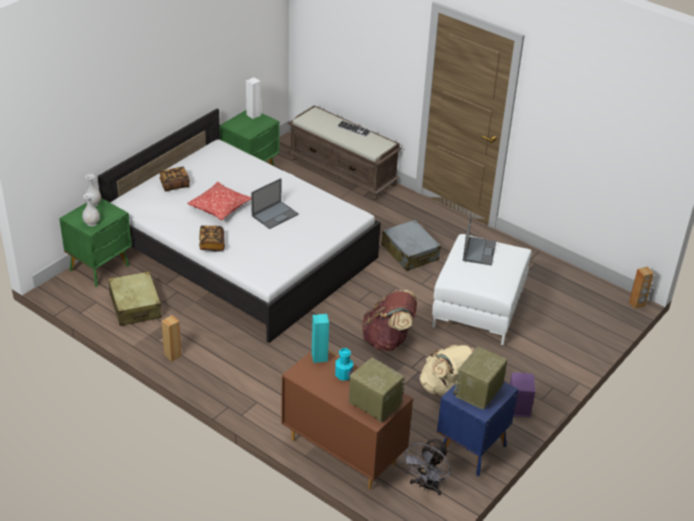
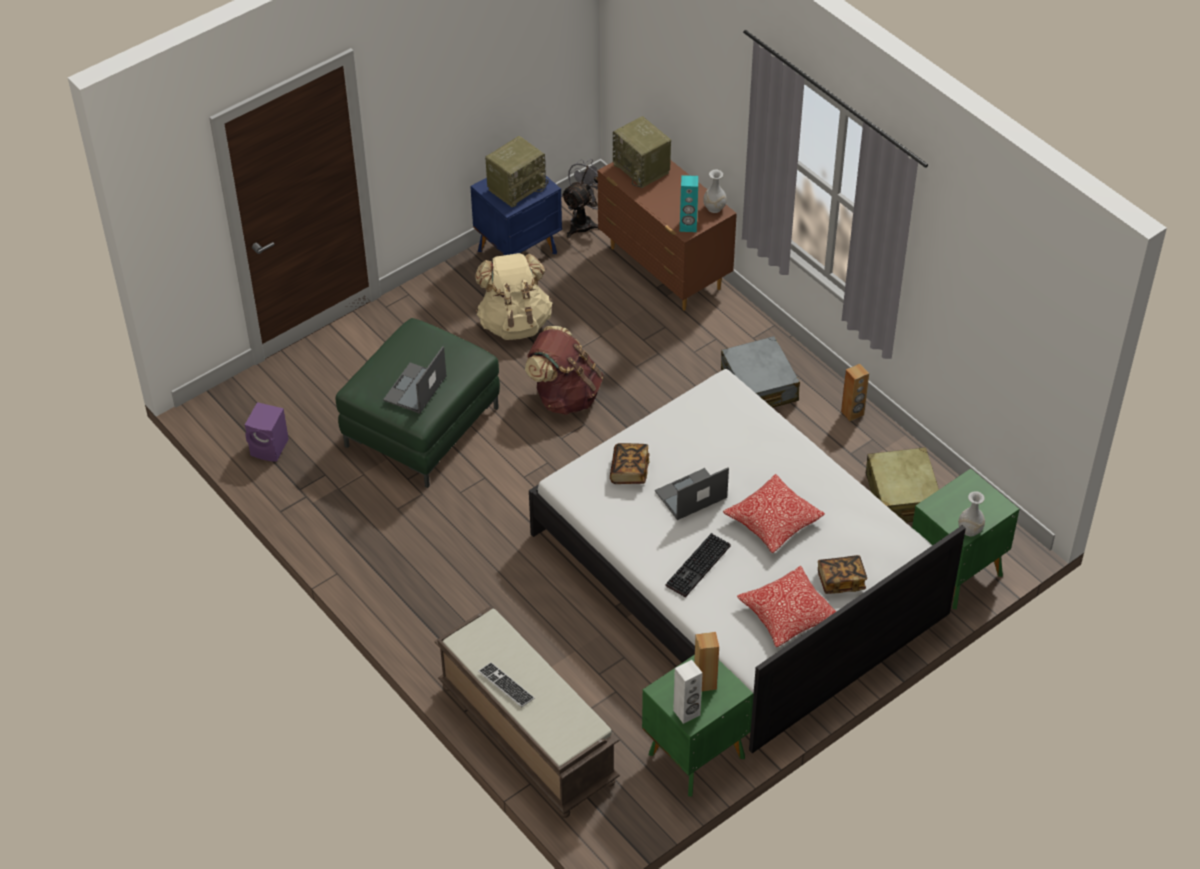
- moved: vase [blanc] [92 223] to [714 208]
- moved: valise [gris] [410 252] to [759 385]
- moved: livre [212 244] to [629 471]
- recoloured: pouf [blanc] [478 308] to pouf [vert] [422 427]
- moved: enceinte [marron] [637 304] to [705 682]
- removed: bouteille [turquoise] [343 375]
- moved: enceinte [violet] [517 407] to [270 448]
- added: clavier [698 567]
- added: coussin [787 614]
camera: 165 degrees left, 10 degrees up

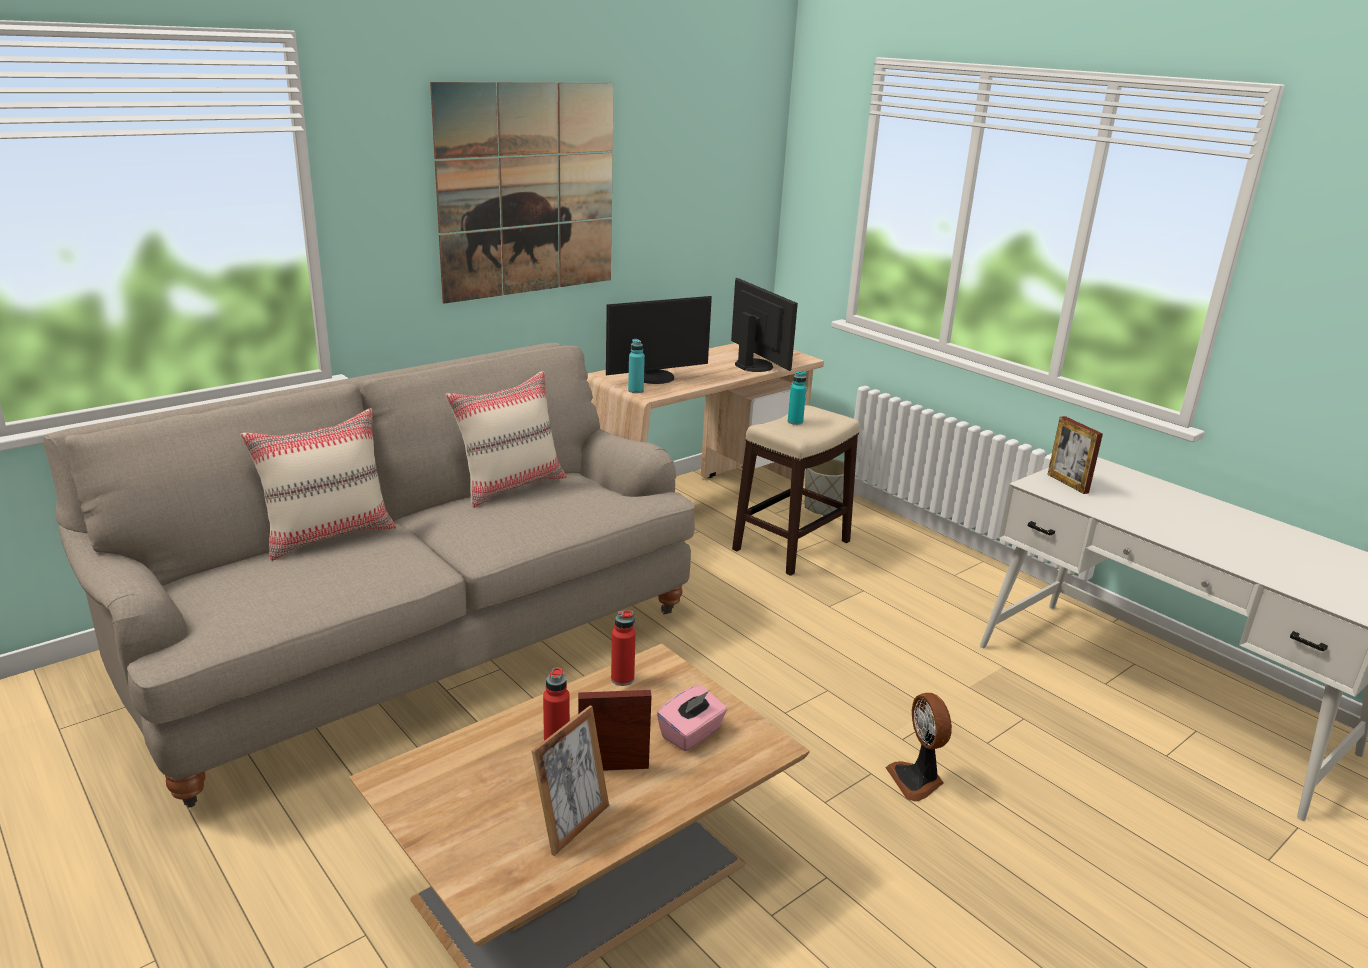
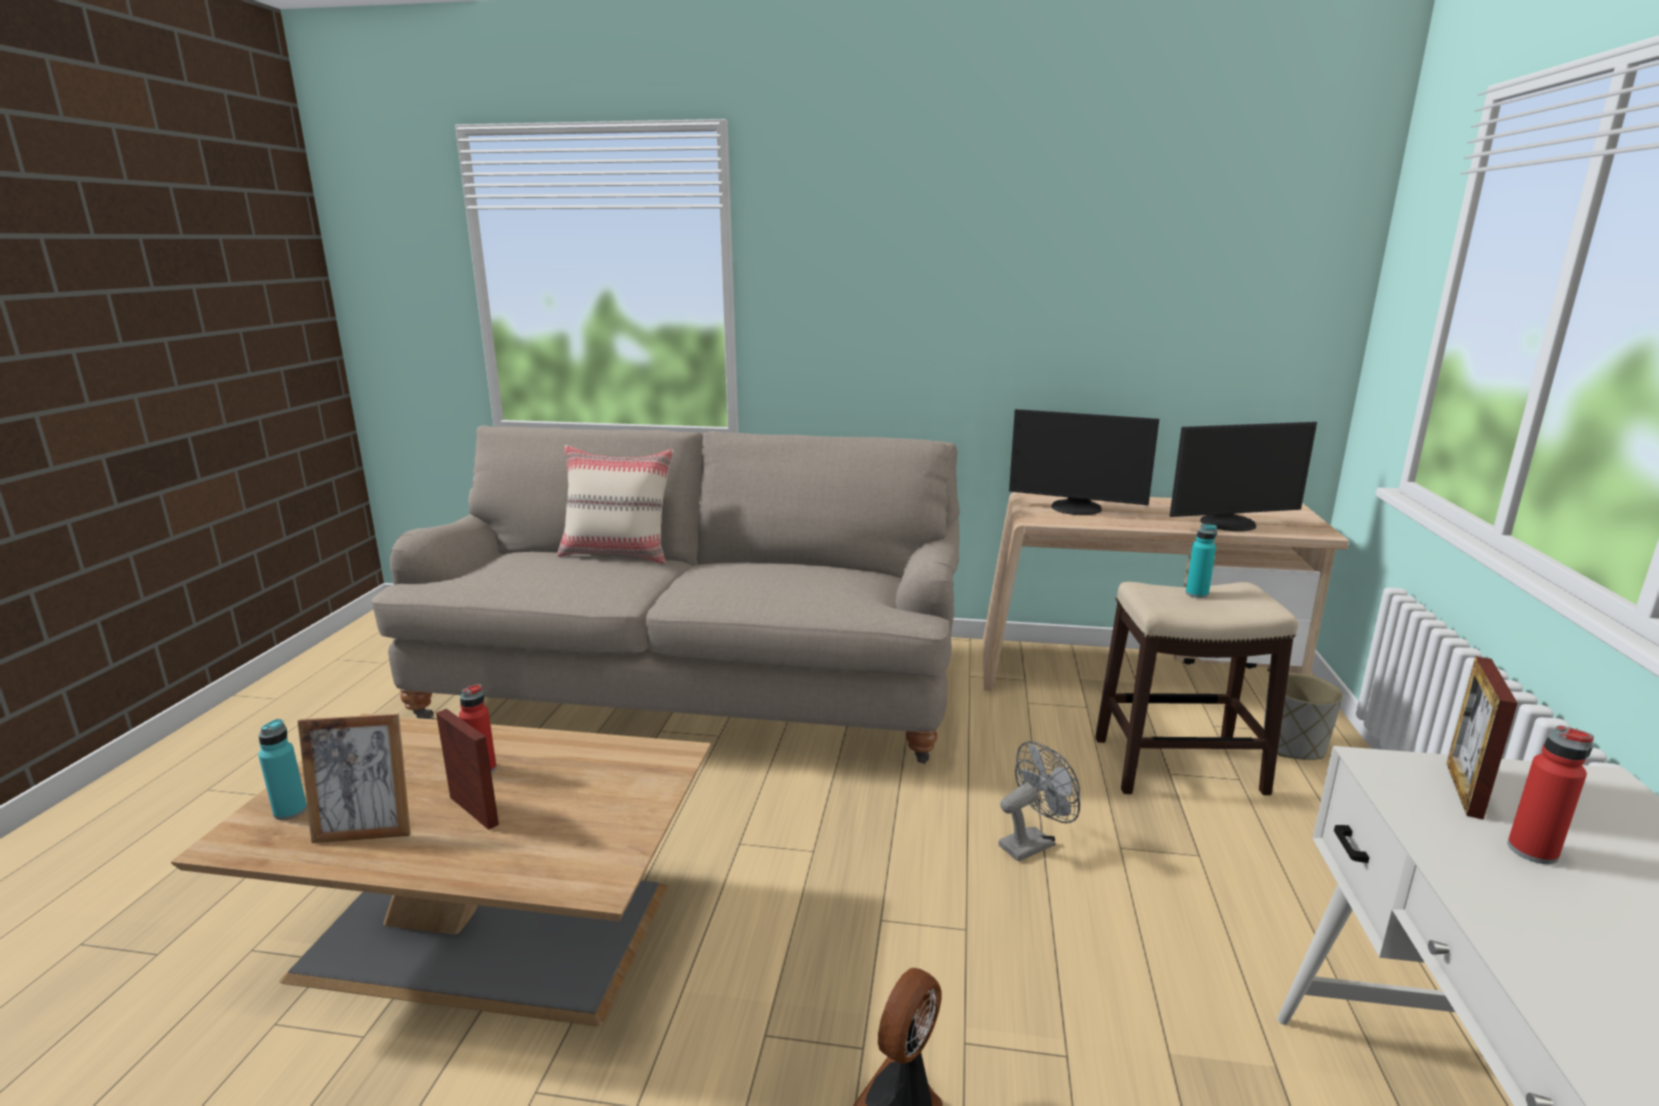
- removed: tableau [528 190]
- turned: écran d'ordinateur [755 365] = [1230 524] 60 degrees clockwise
- moved: bouteille [turquoise] [635 390] to [290 811]
- removed: coussin [beige] [511 486]
- moved: bouteille [rouge] [622 679] to [1532 851]
- removed: boîte à mouchoirs [rose] [691 734]
- added: ventilateur [gris] [1033 842]
camera: 50 degrees right, 5 degrees down

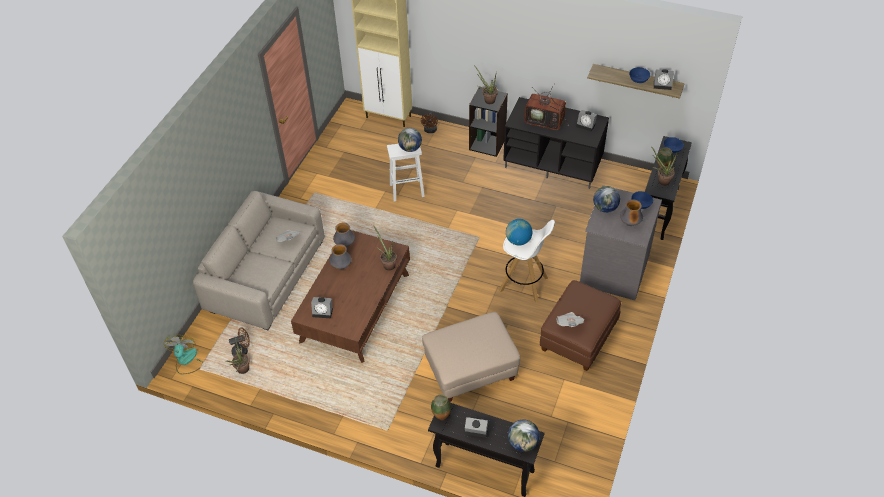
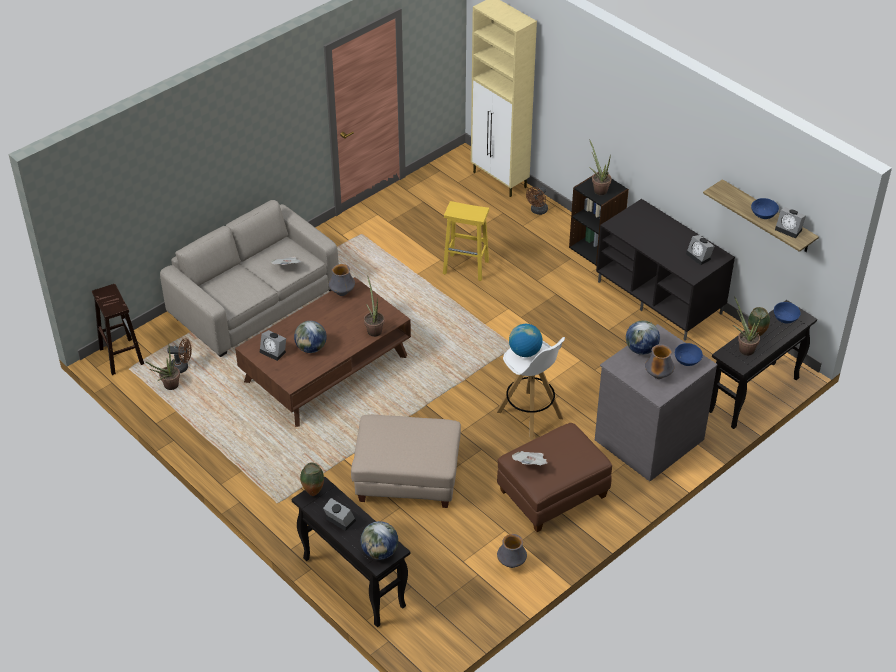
- removed: téléviseur [546 121]
- moved: globe [410 148] to [311 348]
- recoloured: tabouret [blanc] [407 190] to tabouret [jaune] [466 267]
- moved: vase [341 266] to [511 563]
- replaced: ventilateur [186 361] to tabouret [marron] [121 356]
camera: 25 degrees right, 5 degrees down

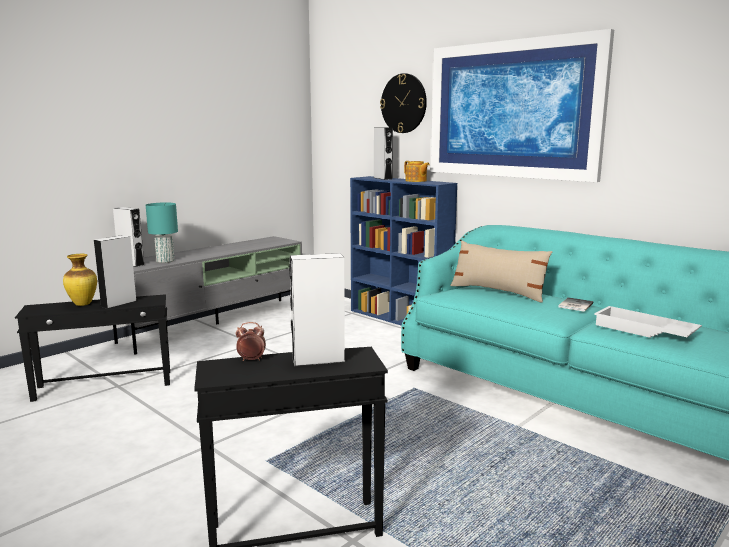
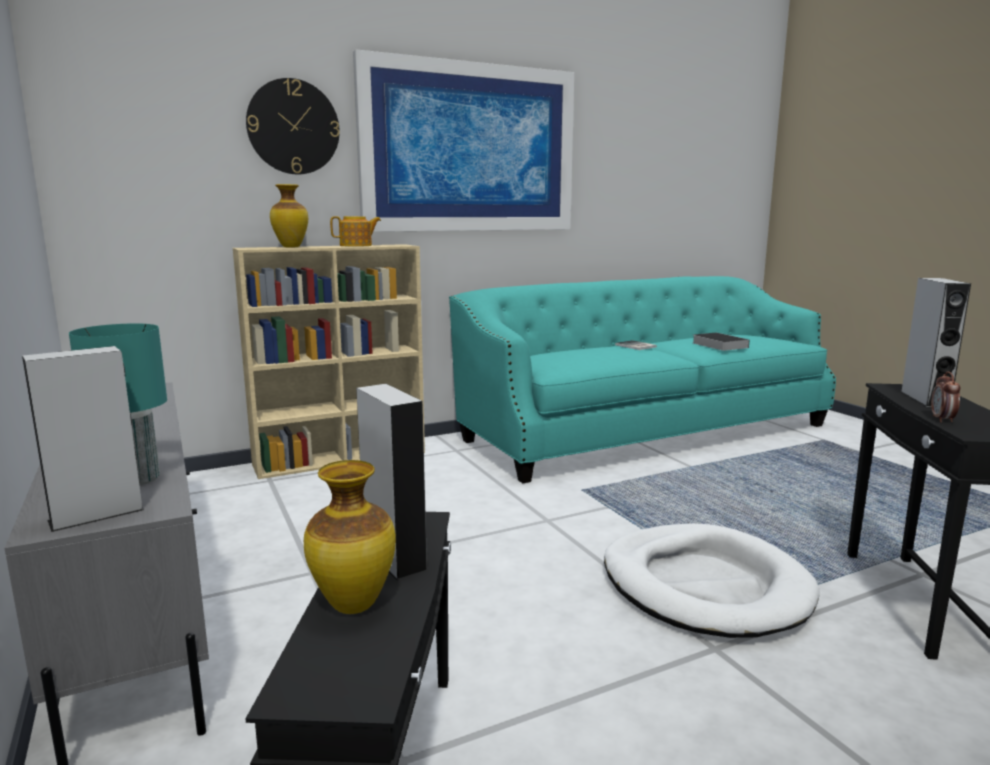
- replaced: enceinte [gris] [382 178] to vase [290 247]
- recoloured: bibliothèque [bleu] [400 319] to bibliothèque [beige] [342 458]
- removed: coussin [beige] [498 292]
- replaced: plateau [blanc] [643 331] to livre [718 345]
- added: panier pour chien [blanc] [704 586]
camera: 70 degrees left, 0 degrees up

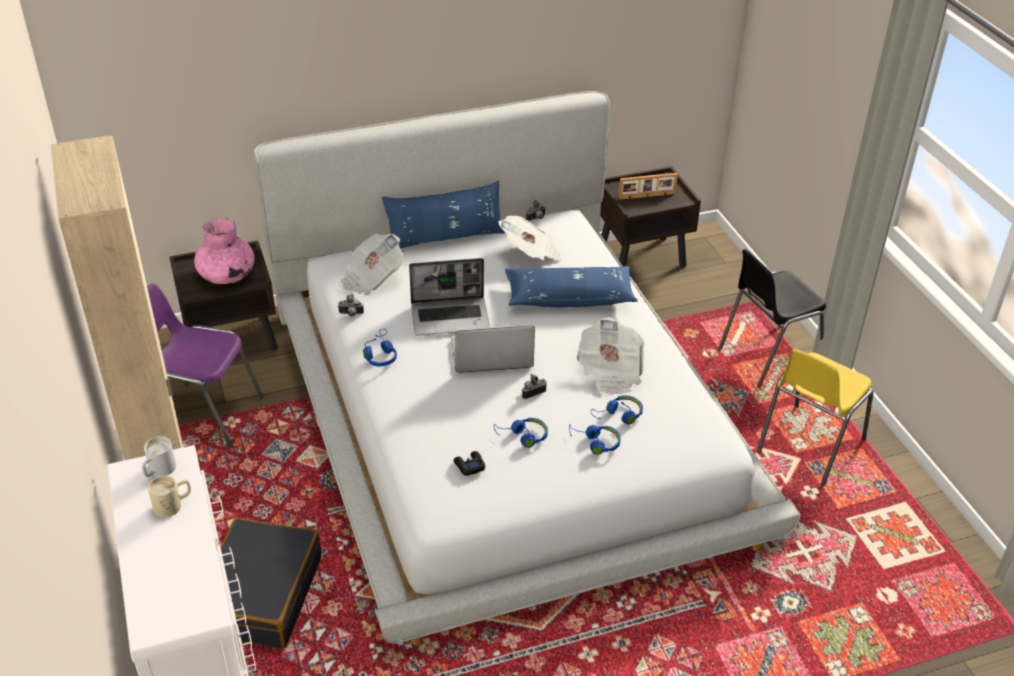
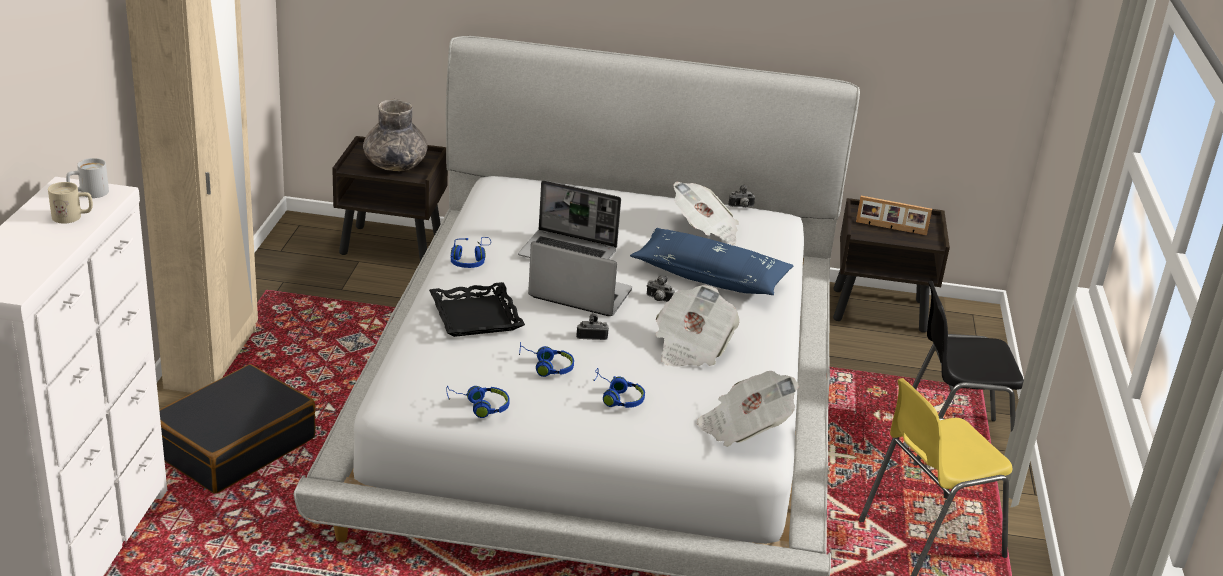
- removed: coussin [bleu] [445 238]
- recoloured: vase [rose] [226 275] to vase [gris] [394 165]
- moved: journal [371 278] to [744 428]
- removed: chaise [violet] [206 413]
- moved: appareil photo [351 314] to [658 300]
- moved: casque audio [bleu] [619 415] to [479 407]
- removed: manette [noir] [469 466]
- added: plateau [noir] [475 316]
camera: 25 degrees right, 10 degrees down

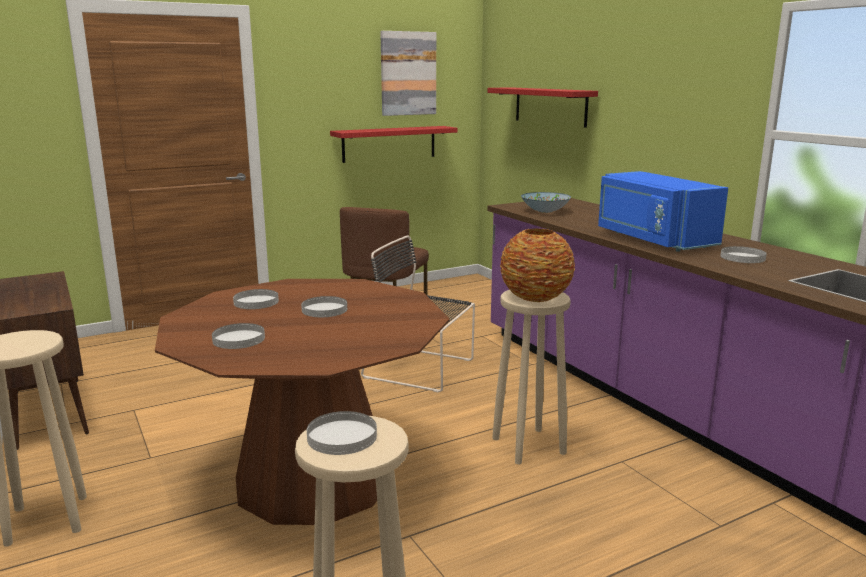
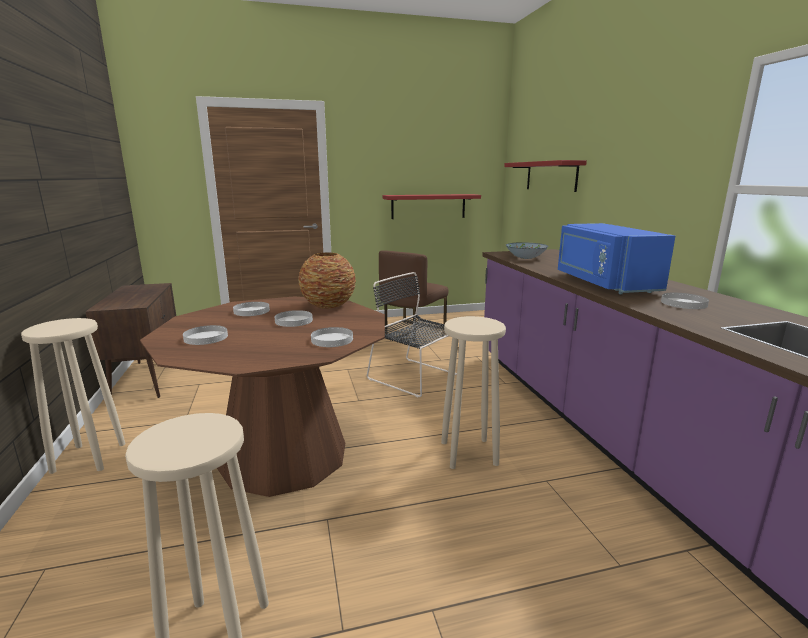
- removed: tableau [408 73]
- moved: vase [536 297] to [329 305]
- moved: assiette [blanc] [342 437] to [332 339]
camera: 15 degrees right, 0 degrees up

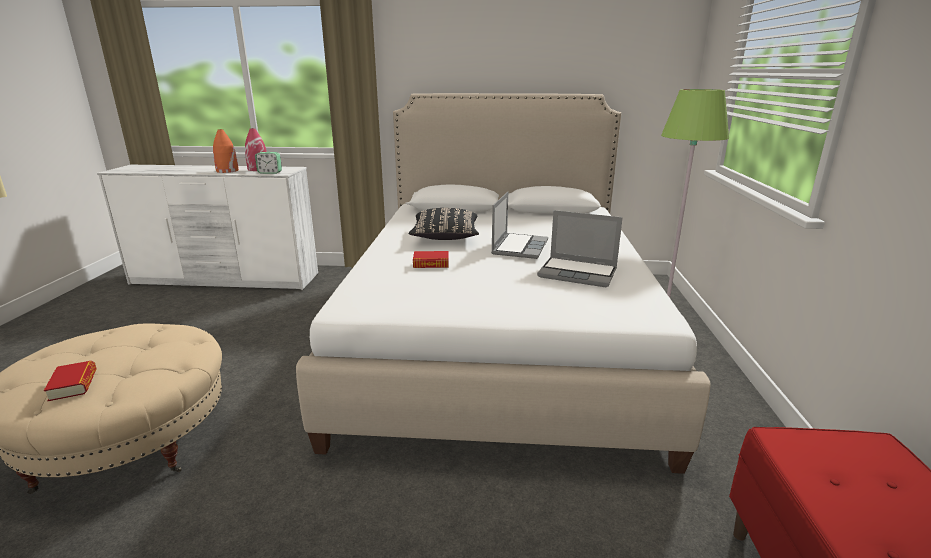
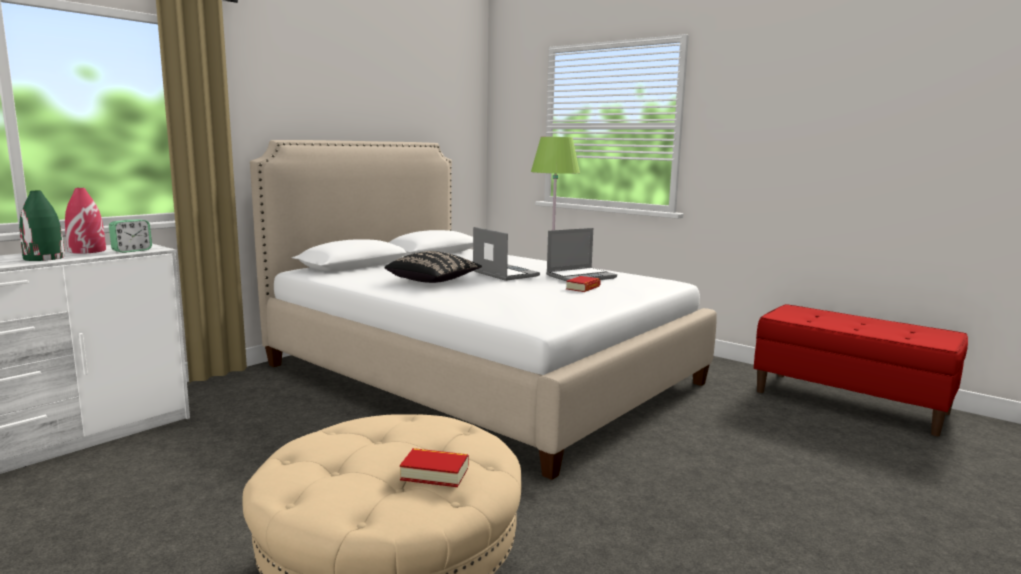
- recoloured: vase [orange] [227 171] to vase [vert] [44 258]
- moved: livre [431 264] to [583 288]
camera: 55 degrees left, 10 degrees down

